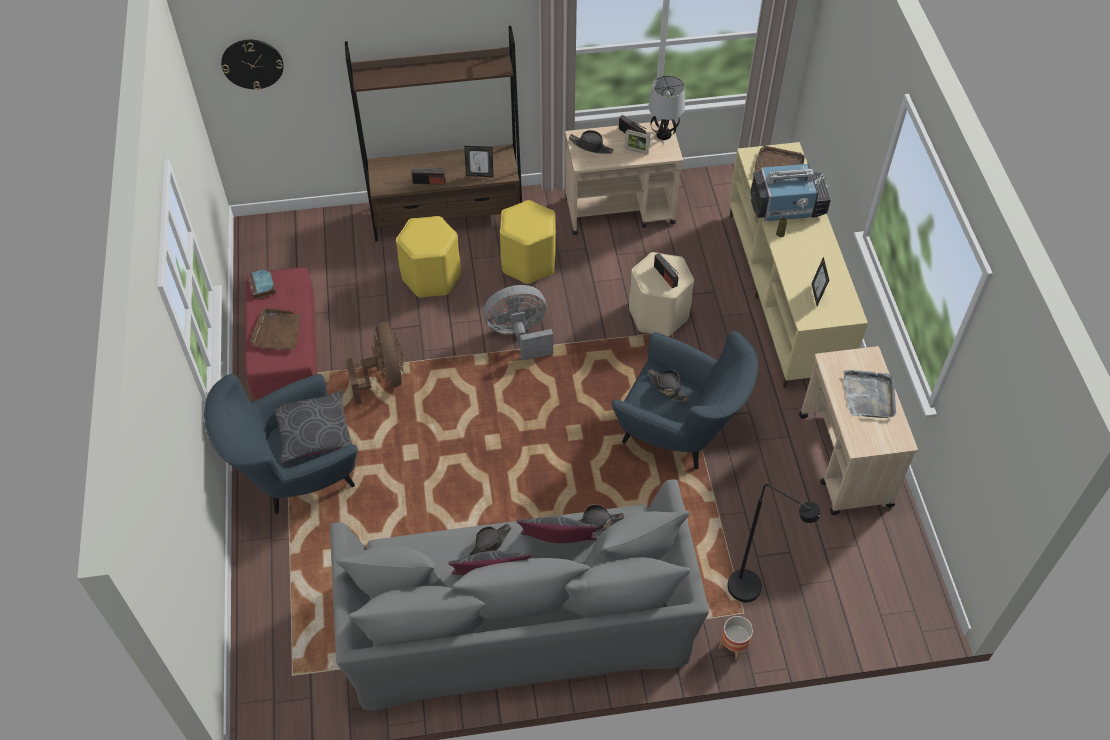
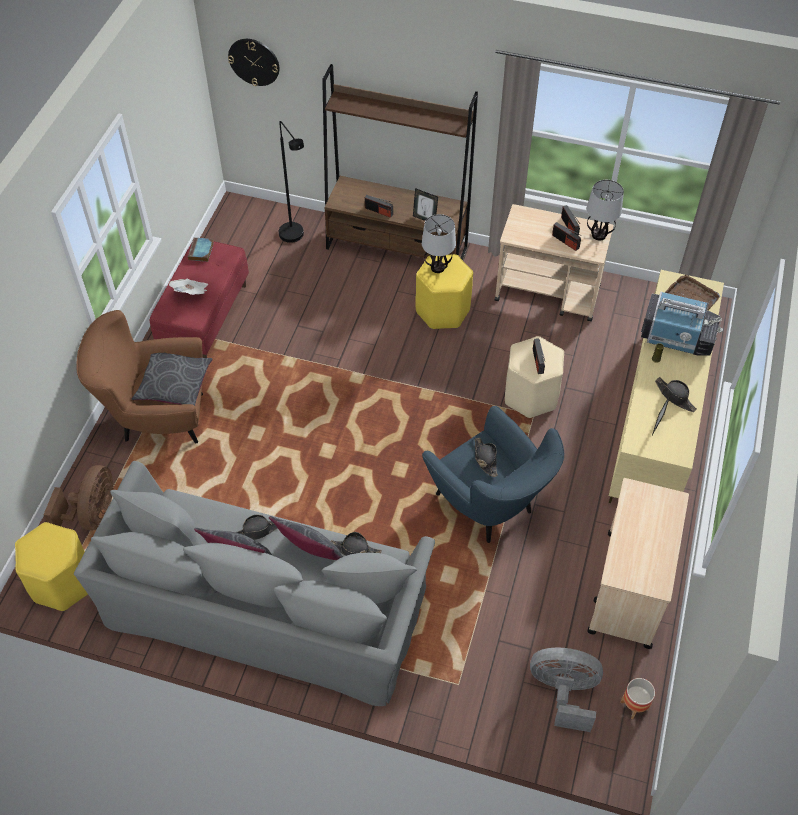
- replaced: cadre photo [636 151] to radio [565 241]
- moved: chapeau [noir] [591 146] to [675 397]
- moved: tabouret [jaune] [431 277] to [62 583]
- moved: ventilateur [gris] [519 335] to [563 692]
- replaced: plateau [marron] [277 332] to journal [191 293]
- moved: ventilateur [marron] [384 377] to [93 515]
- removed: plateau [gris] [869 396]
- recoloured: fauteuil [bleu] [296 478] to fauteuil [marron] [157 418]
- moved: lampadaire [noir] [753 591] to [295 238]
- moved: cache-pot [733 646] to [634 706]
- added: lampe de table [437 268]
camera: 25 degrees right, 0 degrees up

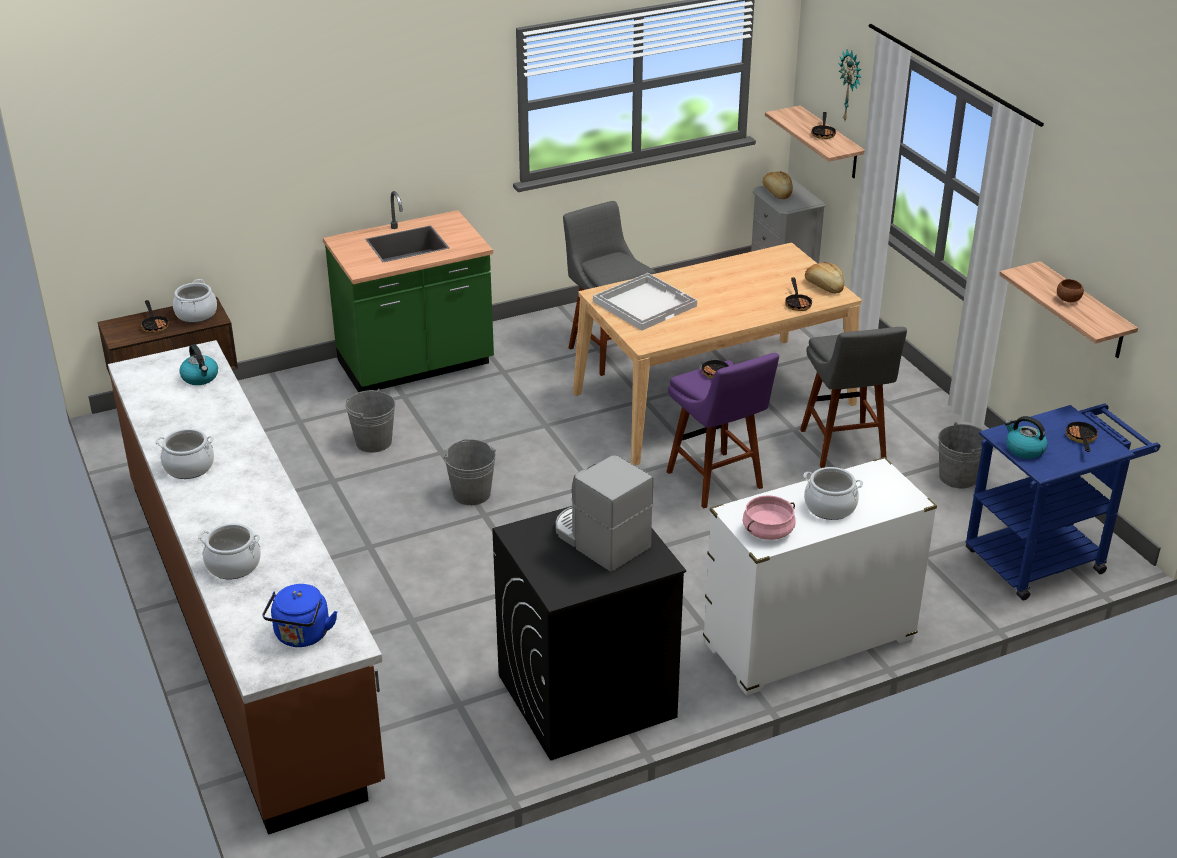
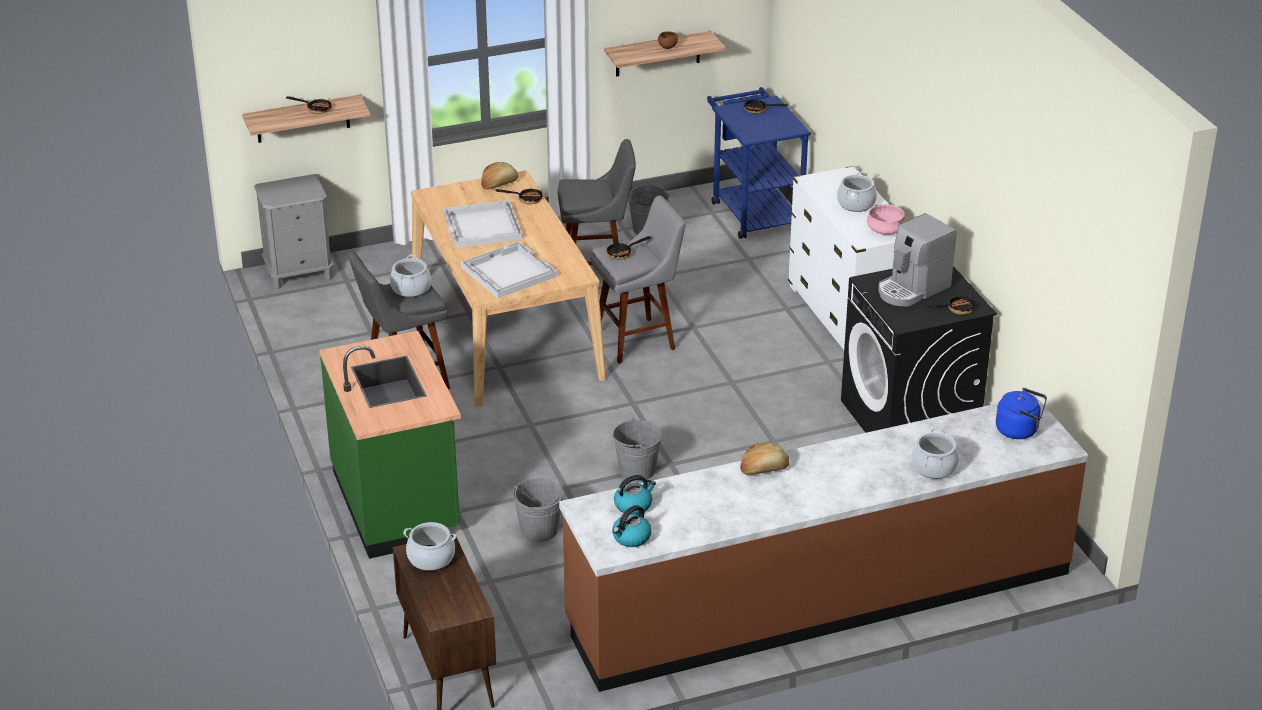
- removed: horloge murale [851 85]
- moved: pain [776 193] to [764 469]
- moved: poêle [155 325] to [956 309]
- recoloured: tabouret [violet] [717 482] to tabouret [gris] [638 339]
- moved: bouilloire [1024 449] to [631 538]
- moved: marmite [189 467] to [410 288]
- added: plateau [blanc] [483 226]
camera: 85 degrees left, 0 degrees up

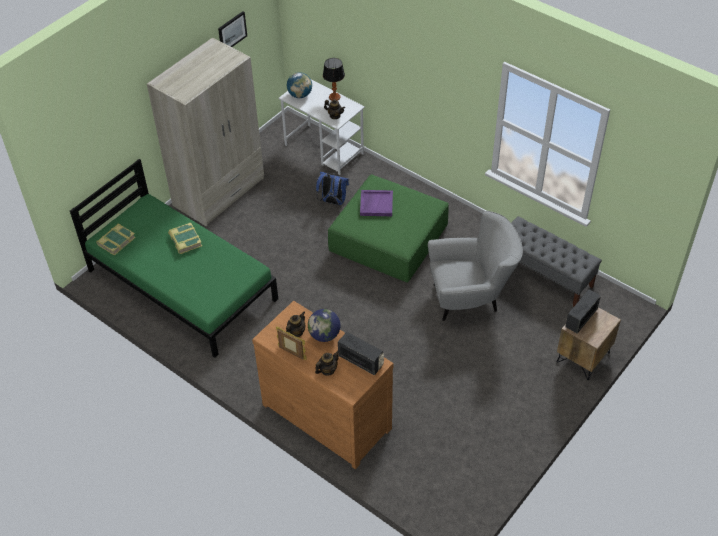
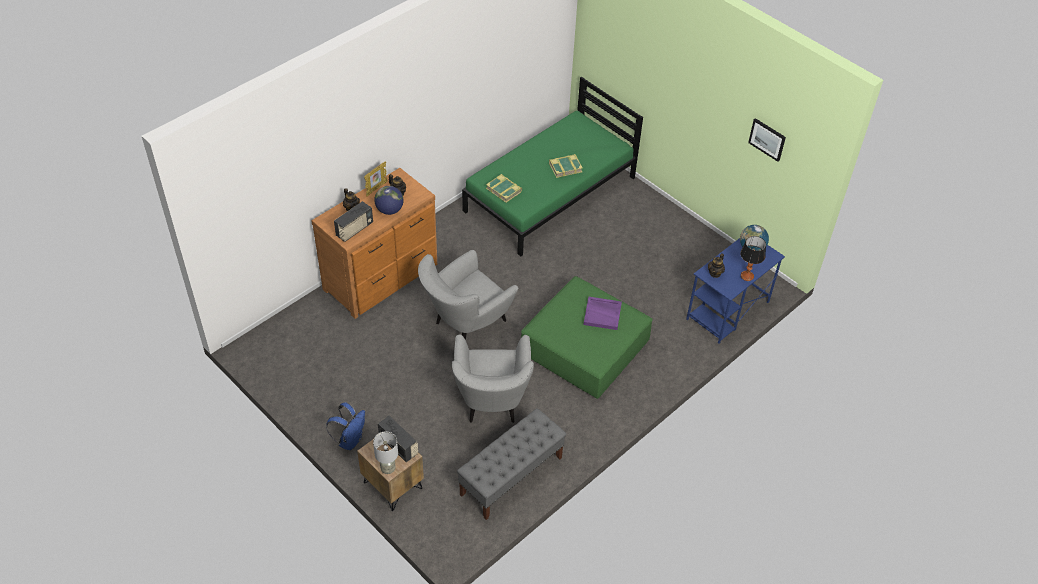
- removed: armoire [beige] [219 192]
- recoloured: bureau [blanc] [324 149] to bureau [bleu] [727 311]
- moved: sac à dos [bleu] [332 201] to [350 440]
- moved: livre [116 241] to [504 190]
- added: fauteuil [gris] [466 324]
- added: lampe de table [gris] [387 469]
camera: 95 degrees right, 0 degrees up

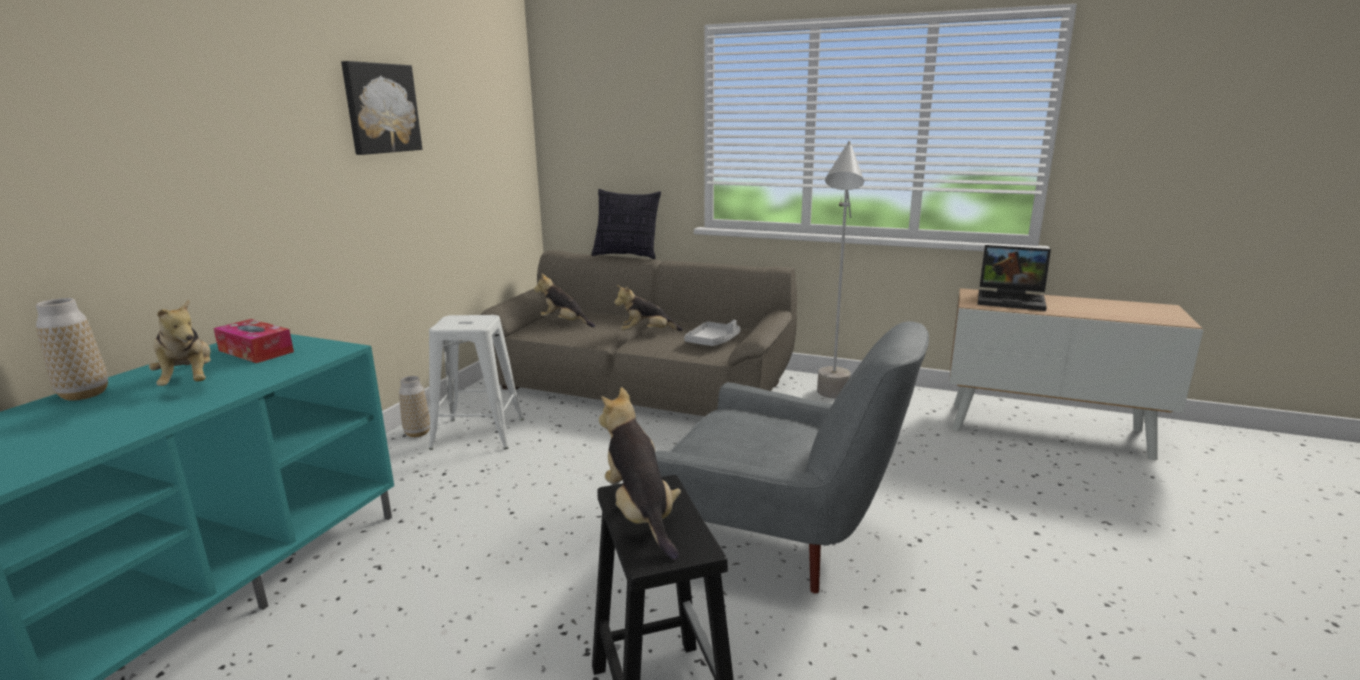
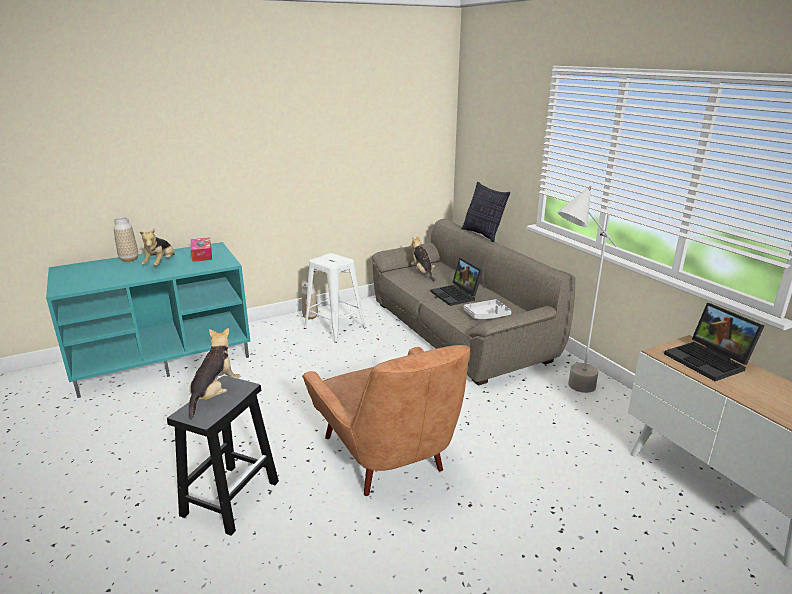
- removed: tableau [381 108]
- replaced: peluche [646 333] to ordinateur portable [457 295]
- recoloured: fauteuil [gris] [780 542] to fauteuil [marron] [389 460]
camera: 40 degrees right, 5 degrees up

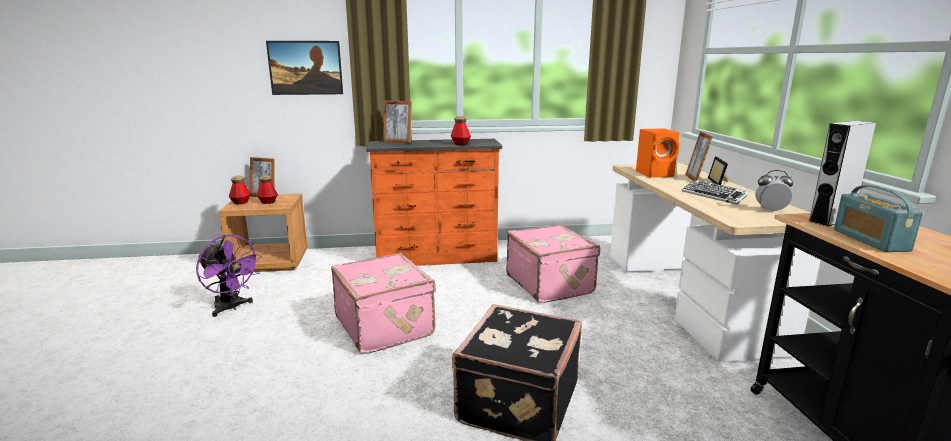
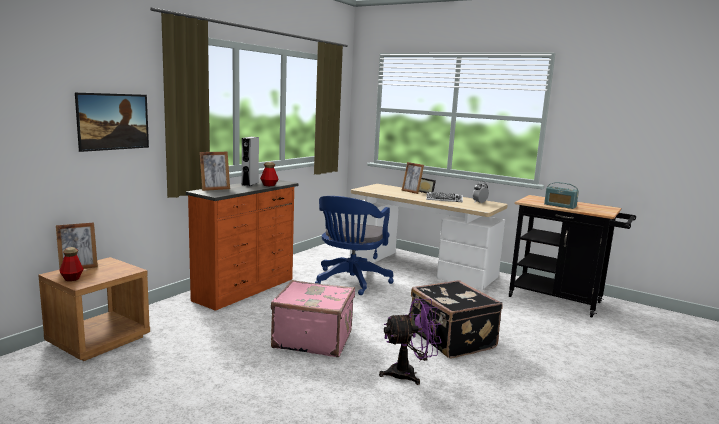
- moved: enceinte [gris] [831 220] to [250 184]
- removed: enceinte [orange] [656 174]
- removed: bouteille [268 202]
- replaced: valise [rose] [550 284] to chaise de bureau [bleu] [350 282]
- moved: ventilateur [violet] [231 308] to [409 374]
camera: 50 degrees left, 5 degrees down

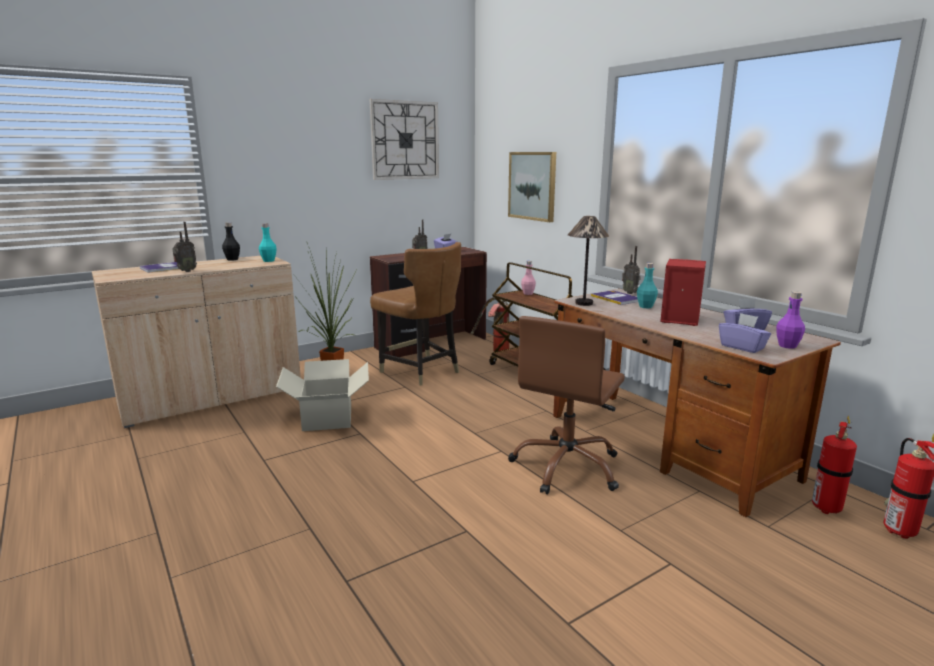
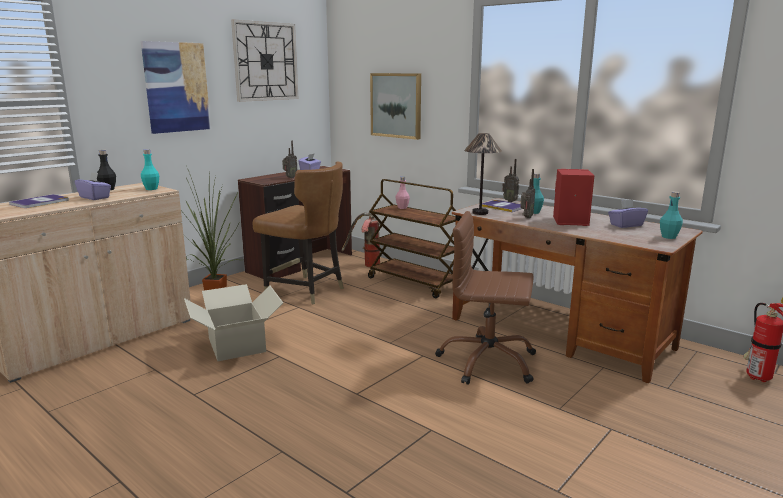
- moved: radio [185 271] to [526 218]
- recoloured: bouteille [violet] [787 346] to bouteille [turquoise] [669 237]
- moved: boîte à mouchoirs [violet] [742 347] to [95 197]
- turned: chaise de bureau [marron] [567 467] = [487 362] 90 degrees clockwise
- removed: extincteur [826 507]
- added: tableau [176 87]
camera: 15 degrees left, 0 degrees up

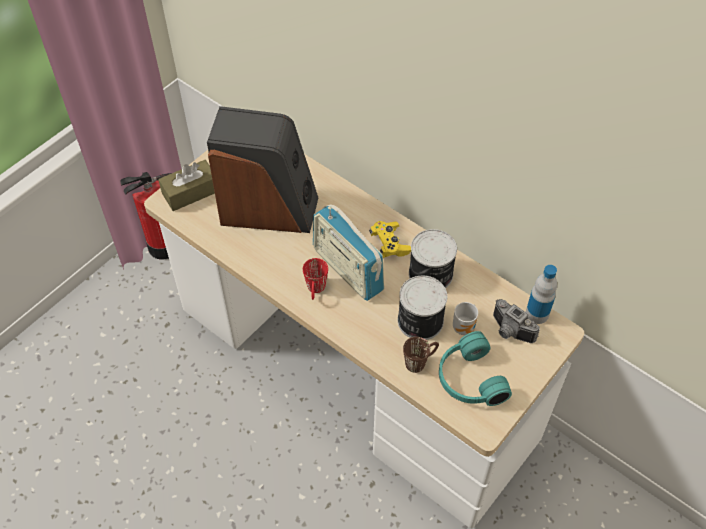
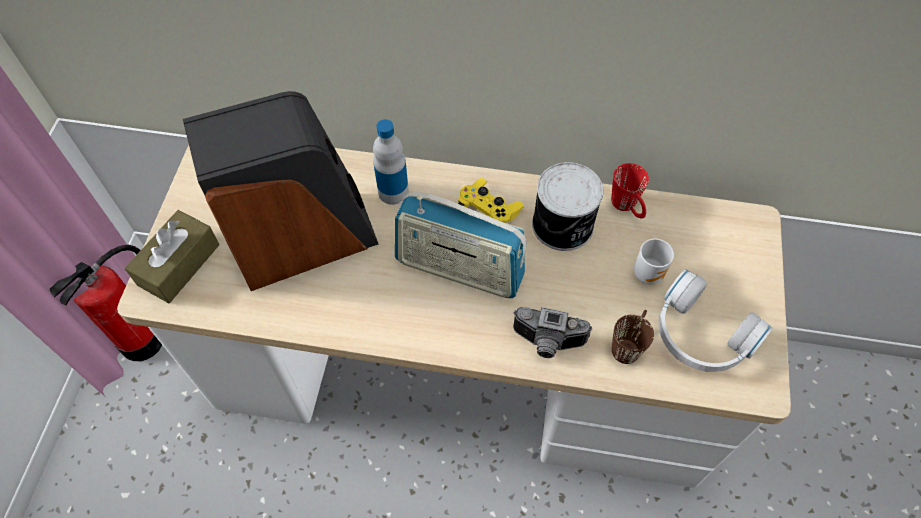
- moved: mug [rouge] [315 291] to [628 207]
- moved: bouteille [537 314] to [393 192]
- removed: boîte métallique [419 321]
- moved: appareil photo [509 332] to [547 344]
- recoloured: casque audio [turquoise] [468 379] to casque audio [blanc] [699 337]
camera: 30 degrees left, 5 degrees up

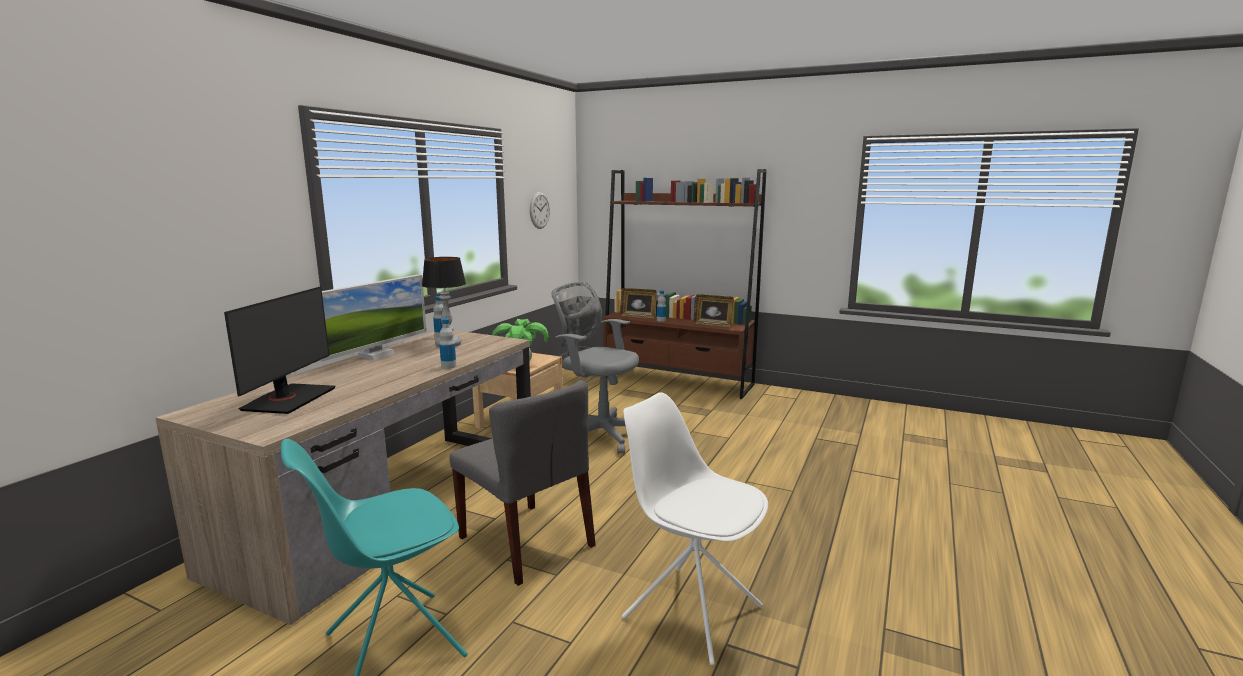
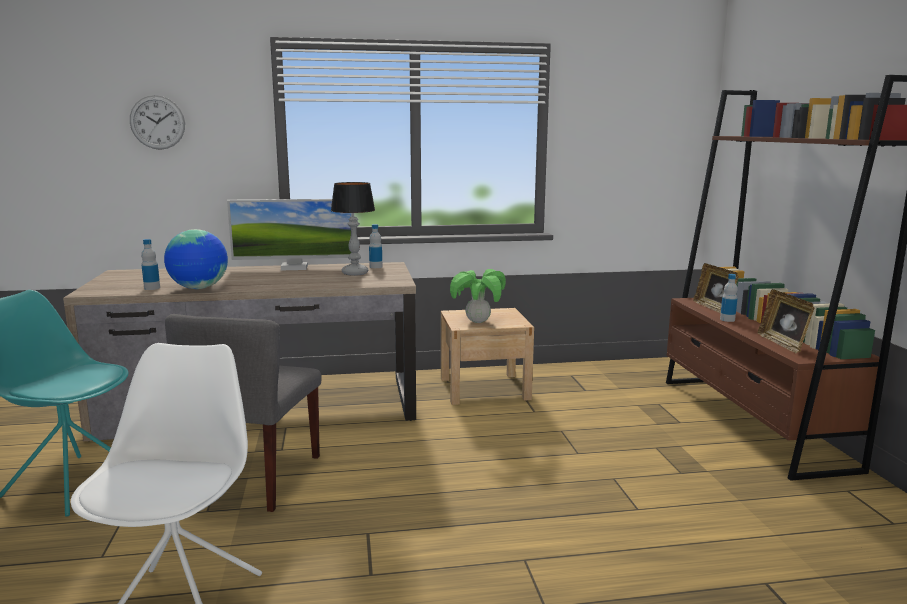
- moved: horloge murale [539 210] to [157 122]
- removed: chaise de bureau [gris] [599 433]
- removed: écran d'ordinateur [288 399]
- moved: bouteille [448 366] to [152 288]
- added: globe [199 288]
camera: 55 degrees right, 0 degrees up

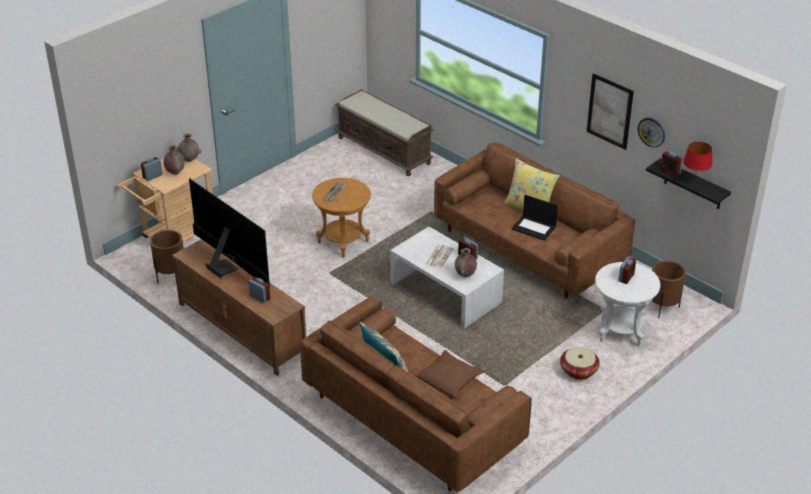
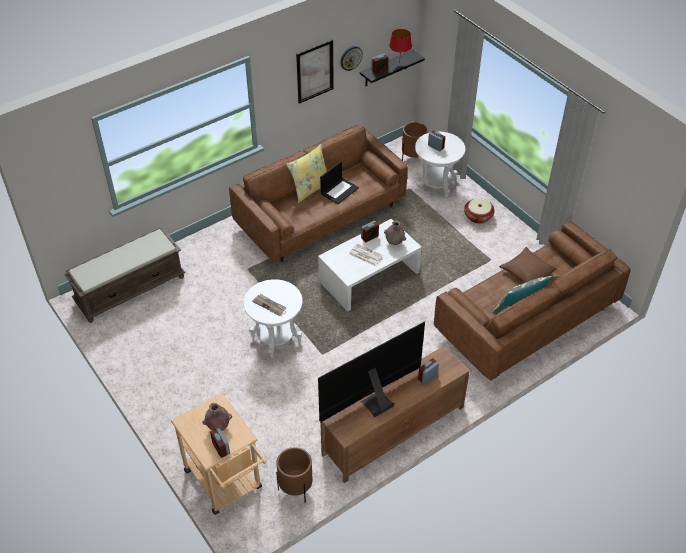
- removed: vase [marron] [189 160]
- recoloured: table d'appoint [marron] [343 242] to table d'appoint [blanc] [276 339]
camera: 80 degrees left, 10 degrees up

